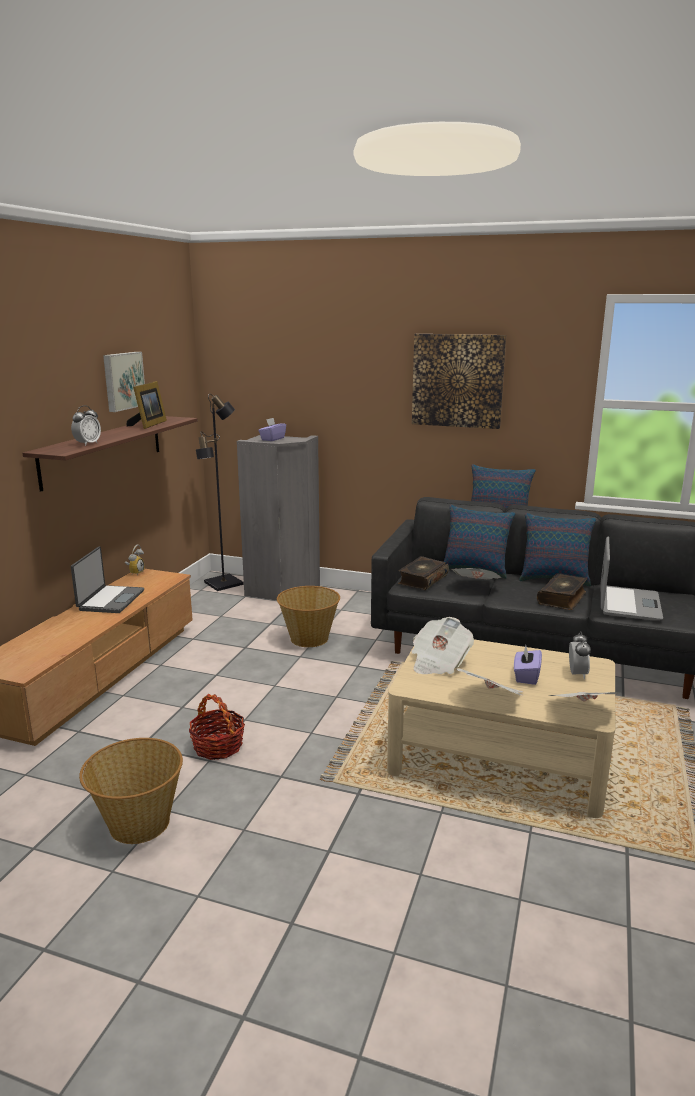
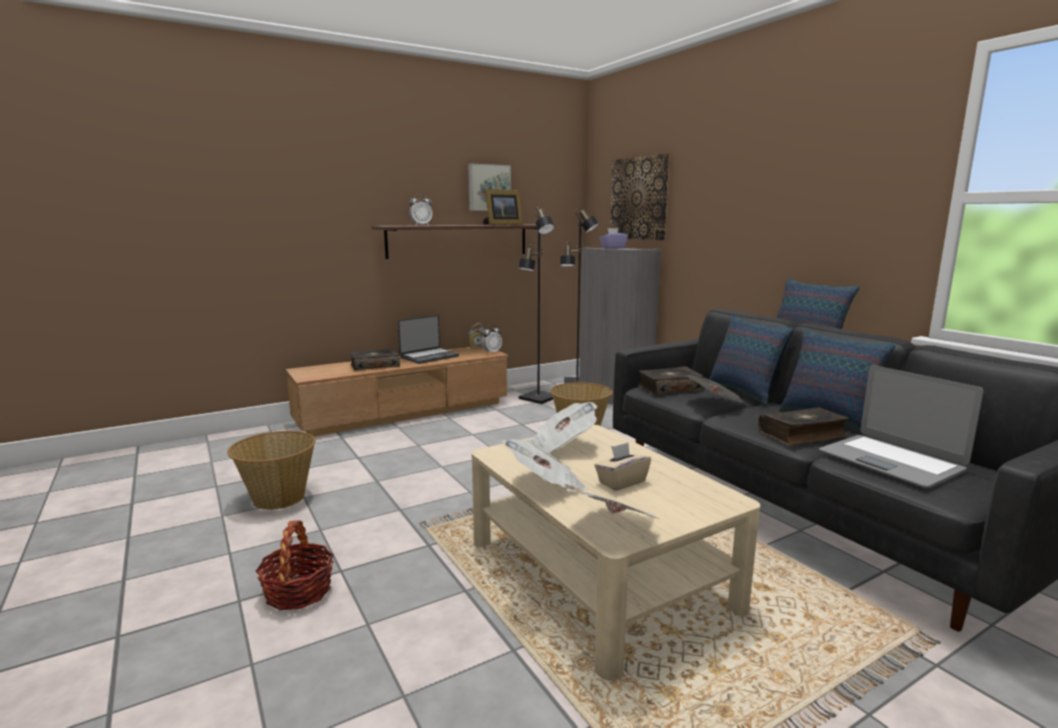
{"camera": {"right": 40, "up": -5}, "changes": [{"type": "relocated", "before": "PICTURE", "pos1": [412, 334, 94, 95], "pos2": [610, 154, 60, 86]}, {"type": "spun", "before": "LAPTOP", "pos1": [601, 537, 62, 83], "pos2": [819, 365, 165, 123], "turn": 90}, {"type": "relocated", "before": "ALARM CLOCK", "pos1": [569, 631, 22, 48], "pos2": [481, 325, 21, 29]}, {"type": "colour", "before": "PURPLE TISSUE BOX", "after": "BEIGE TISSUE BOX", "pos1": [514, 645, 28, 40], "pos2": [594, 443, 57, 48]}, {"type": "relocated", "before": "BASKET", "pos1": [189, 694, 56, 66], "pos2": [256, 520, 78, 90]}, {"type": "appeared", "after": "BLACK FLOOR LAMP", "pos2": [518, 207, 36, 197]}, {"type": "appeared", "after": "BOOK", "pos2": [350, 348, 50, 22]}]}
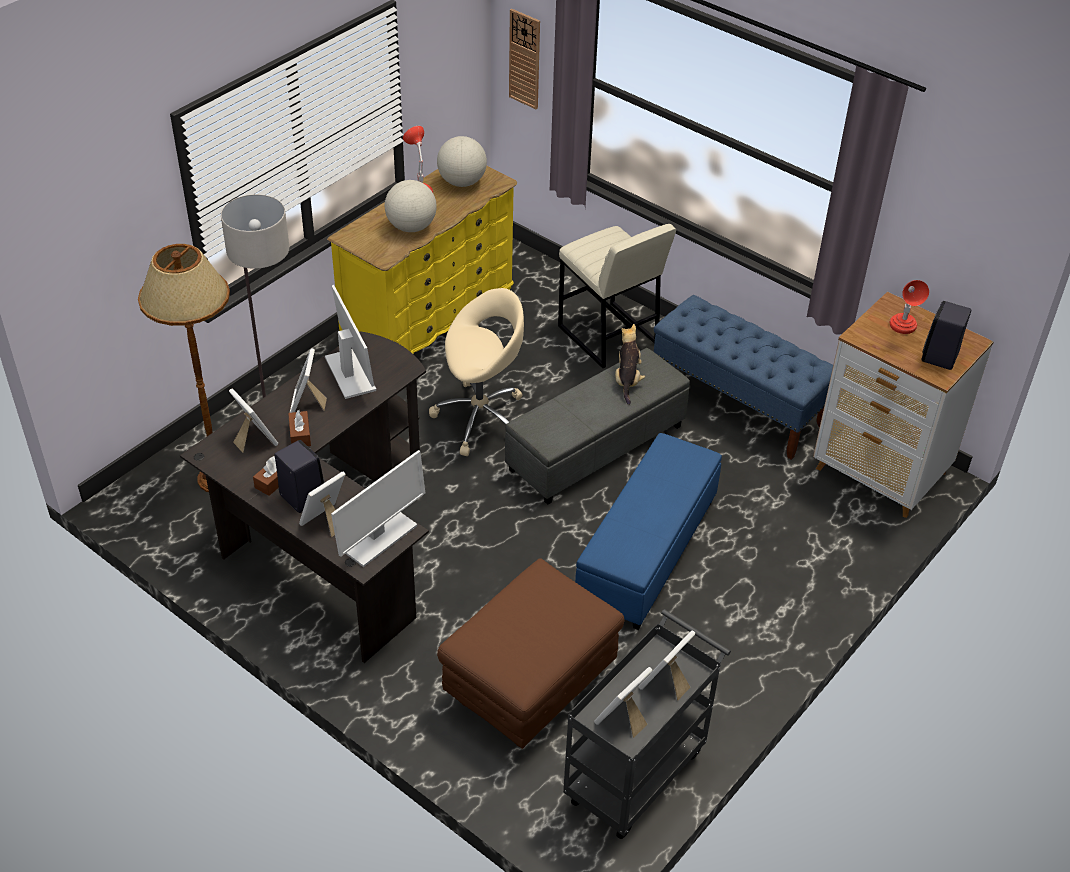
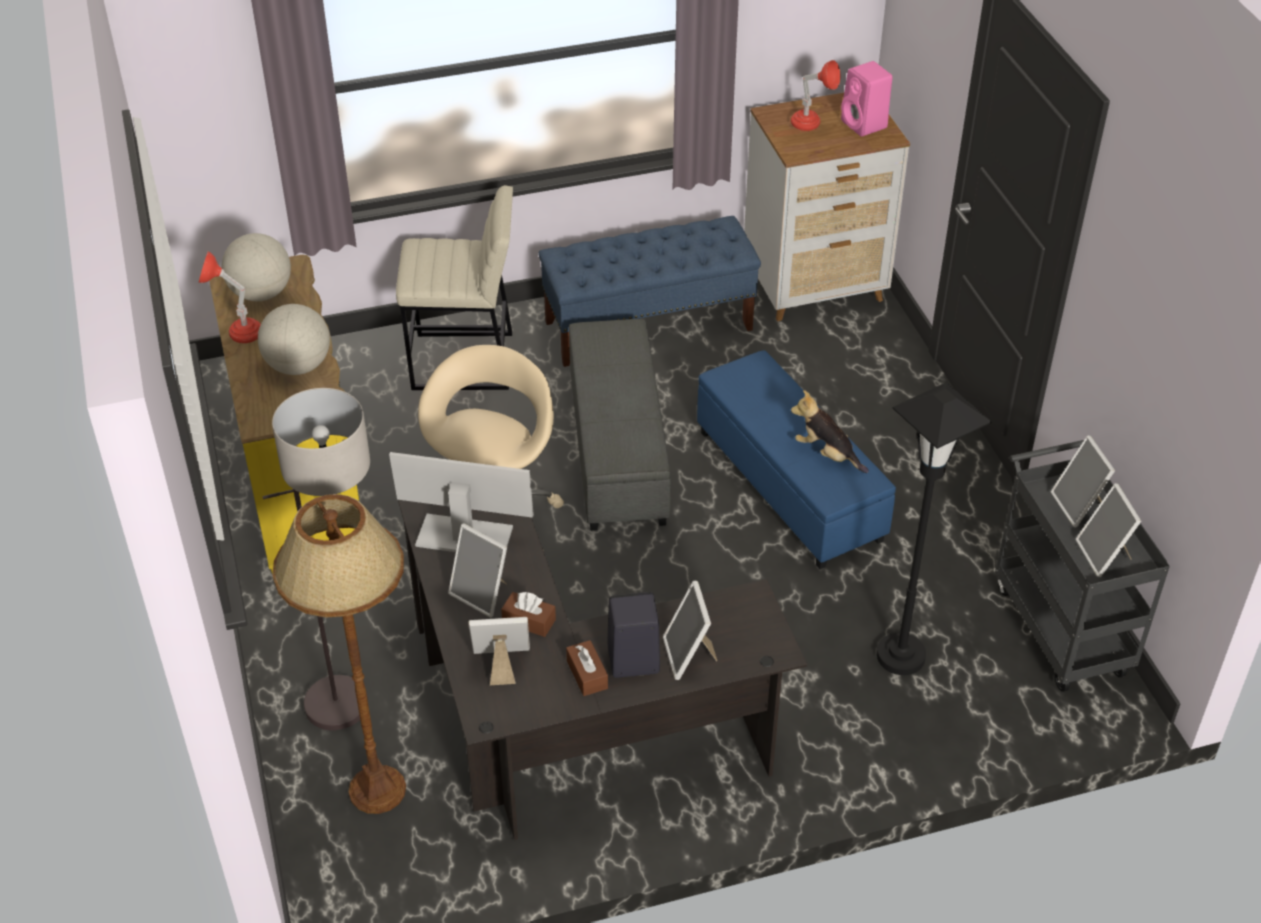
{"camera": {"right": -55, "up": 0}, "changes": [{"type": "missing", "before": "WALL CLOCK", "pos1": [509, 9, 31, 100]}, {"type": "colour", "before": "BLACK SPEAKER", "after": "PINK SPEAKER", "pos1": [922, 301, 49, 69], "pos2": [841, 61, 52, 75]}, {"type": "relocated", "before": "PLUSH TOY", "pos1": [615, 324, 30, 81], "pos2": [791, 390, 78, 83]}, {"type": "missing", "before": "MONITOR", "pos1": [331, 450, 94, 117]}, {"type": "exchanged", "before": "BROWN OTTOMAN", "after": "BLACK FLOOR LAMP", "pos1": [437, 558, 187, 191], "pos2": [877, 382, 115, 293]}]}
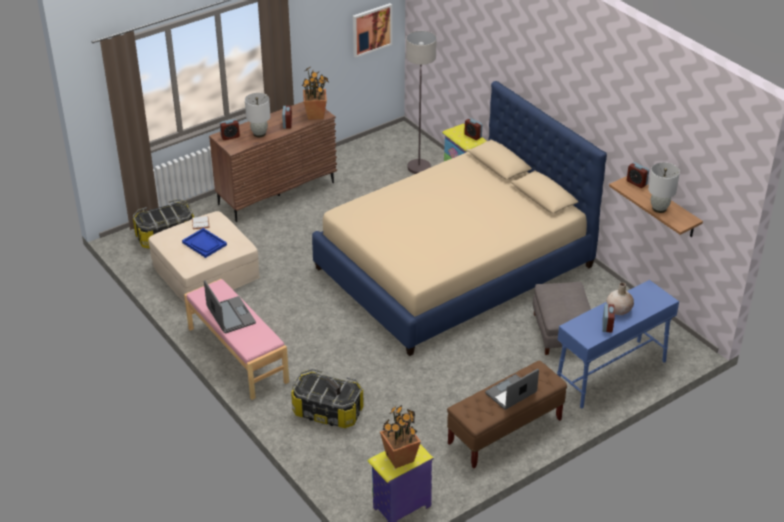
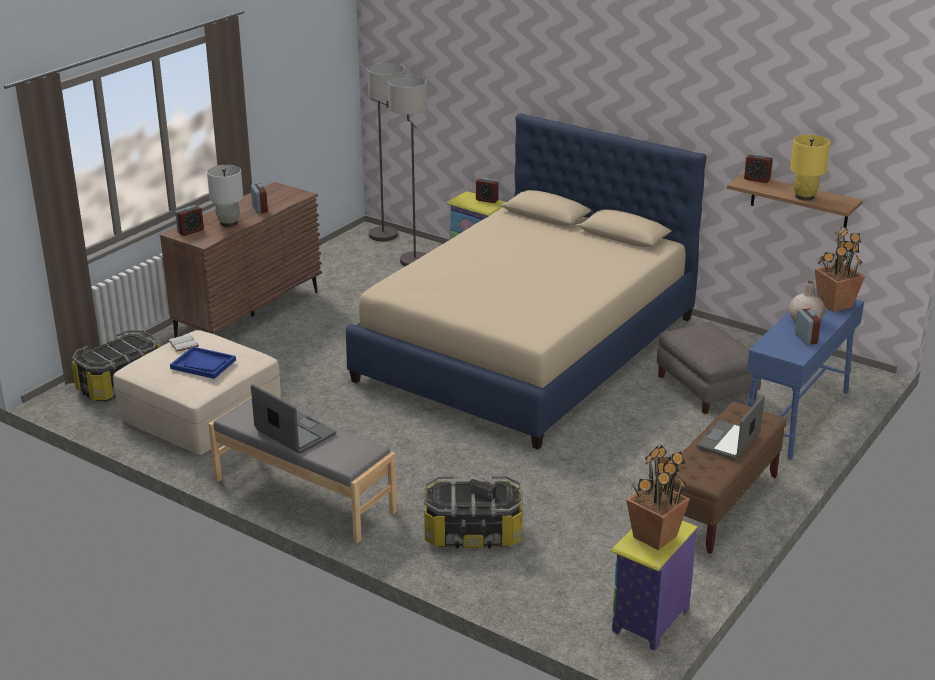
{"camera": {"right": -20, "up": -10}, "changes": [{"type": "missing", "before": "PICTURE", "pos1": [353, 3, 39, 55]}, {"type": "relocated", "before": "POTTED PLANT", "pos1": [302, 66, 27, 54], "pos2": [815, 227, 50, 85]}, {"type": "colour", "before": "WHITE TABLE LAMP", "after": "YELLOW TABLE LAMP", "pos1": [648, 162, 32, 51], "pos2": [790, 135, 40, 65]}, {"type": "colour", "before": "PINK BENCH", "after": "GREY BENCH", "pos1": [184, 279, 105, 121], "pos2": [208, 397, 189, 147]}, {"type": "appeared", "after": "GREY FLOOR LAMP", "pos2": [367, 63, 39, 178]}]}
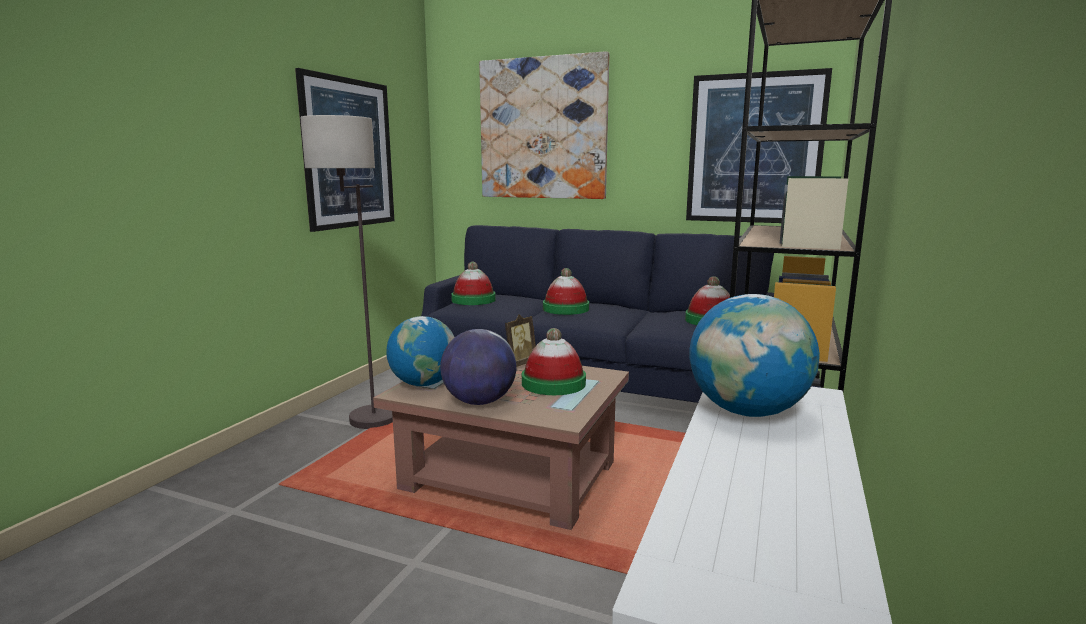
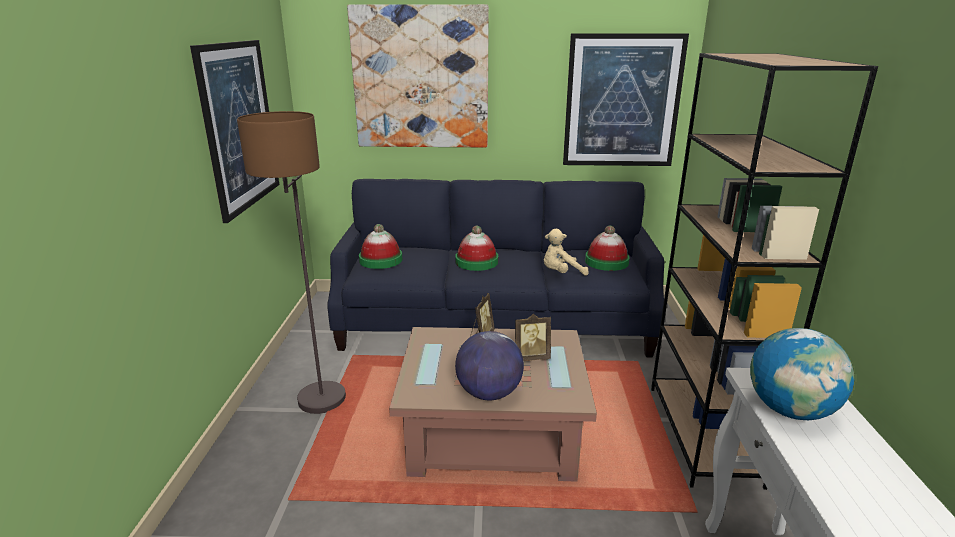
{"camera": {"right": -20, "up": 10}, "changes": [{"type": "colour", "before": "GREY FLOOR LAMP", "after": "BROWN FLOOR LAMP", "pos1": [301, 115, 92, 314], "pos2": [237, 111, 109, 303]}, {"type": "missing", "before": "GLOBE", "pos1": [386, 316, 69, 70]}, {"type": "exchanged", "before": "HAT", "after": "PICTURE FRAME", "pos1": [522, 328, 64, 67], "pos2": [515, 314, 36, 47]}, {"type": "appeared", "after": "BEIGE PLUSH TOY", "pos2": [544, 229, 45, 47]}]}
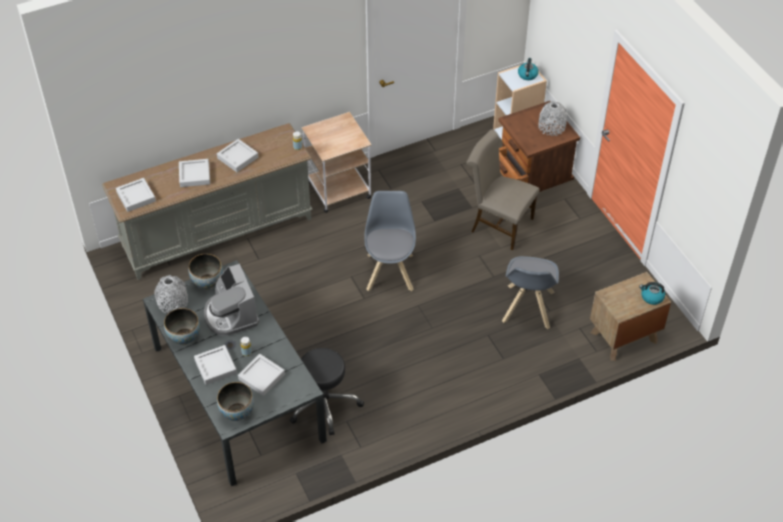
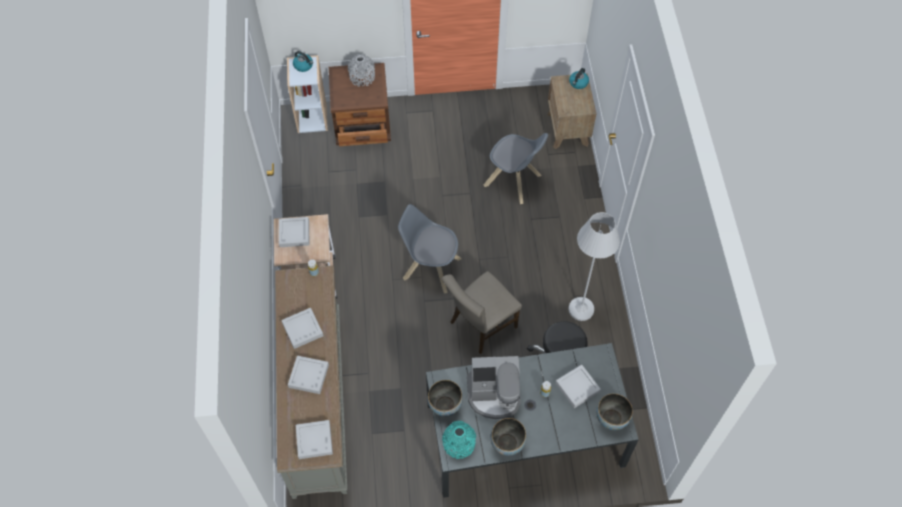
{"camera": {"right": -70, "up": 10}, "changes": [{"type": "relocated", "before": "BEIGE CHAIR", "pos1": [466, 129, 73, 121], "pos2": [441, 271, 81, 83]}, {"type": "colour", "before": "GREY VASE", "after": "TURQUOISE VASE", "pos1": [154, 275, 34, 38], "pos2": [442, 421, 34, 38]}, {"type": "relocated", "before": "GREY TRAY", "pos1": [194, 345, 43, 40], "pos2": [279, 217, 30, 30]}, {"type": "appeared", "after": "WHITE FLOOR LAMP", "pos2": [568, 212, 52, 109]}]}
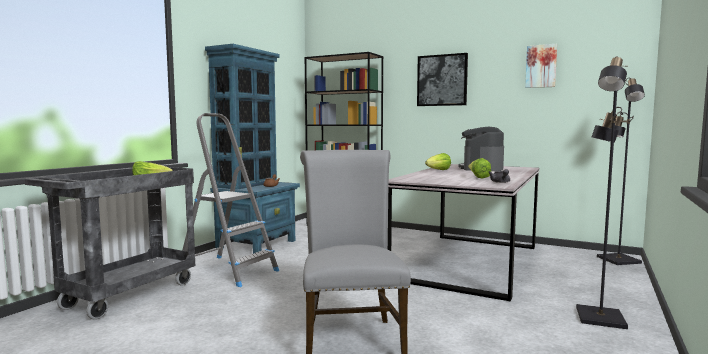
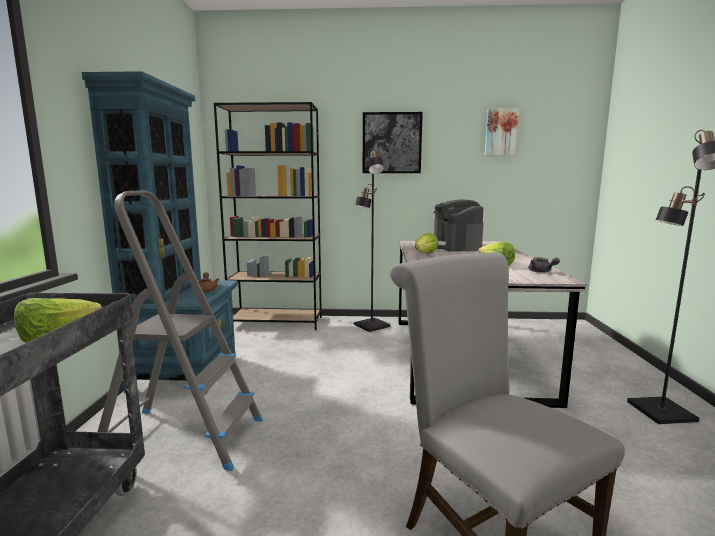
{"camera": {"right": -25, "up": 5}, "changes": [{"type": "relocated", "before": "BLACK FLOOR LAMP", "pos1": [597, 78, 48, 187], "pos2": [354, 150, 36, 182]}]}
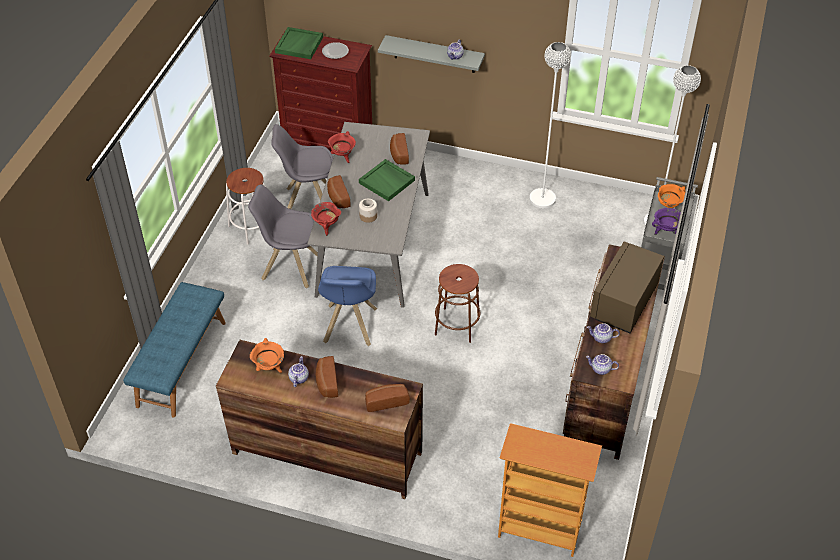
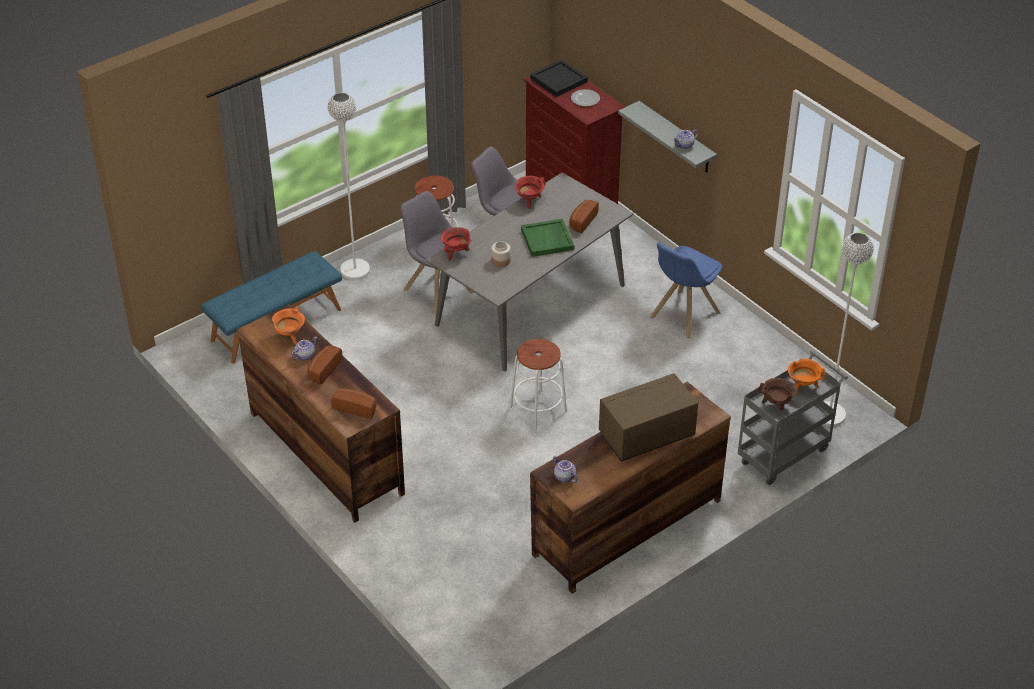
{"camera": {"right": 35, "up": -5}, "changes": [{"type": "colour", "before": "GREEN TRAY", "after": "BLACK TRAY", "pos1": [275, 27, 48, 32], "pos2": [530, 60, 58, 37]}, {"type": "relocated", "before": "WHITE FLOOR LAMP", "pos1": [529, 42, 42, 166], "pos2": [328, 93, 42, 187]}, {"type": "missing", "before": "BREAD", "pos1": [327, 175, 24, 33]}, {"type": "colour", "before": "PURPLE COOKING POT", "after": "BROWN COOKING POT", "pos1": [652, 208, 29, 27], "pos2": [758, 378, 39, 32]}, {"type": "colour", "before": "BROWN STOOL", "after": "WHITE STOOL", "pos1": [435, 264, 45, 79], "pos2": [510, 339, 57, 91]}, {"type": "relocated", "before": "BLUE CHAIR", "pos1": [318, 266, 59, 80], "pos2": [650, 242, 73, 96]}, {"type": "missing", "before": "TEAPOT", "pos1": [587, 323, 33, 20]}, {"type": "missing", "before": "BOOKCASE", "pos1": [498, 423, 104, 134]}]}
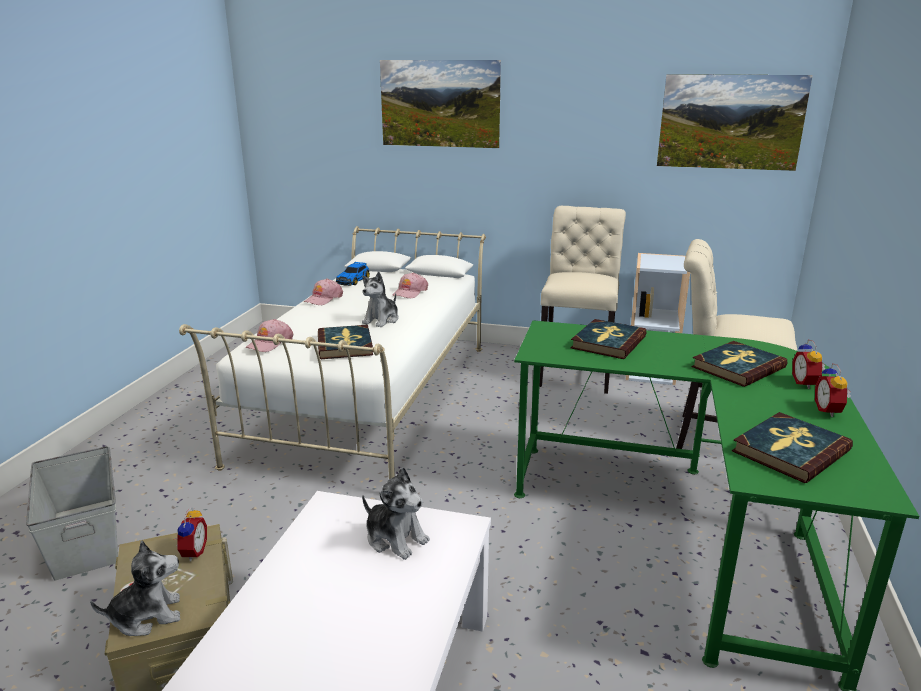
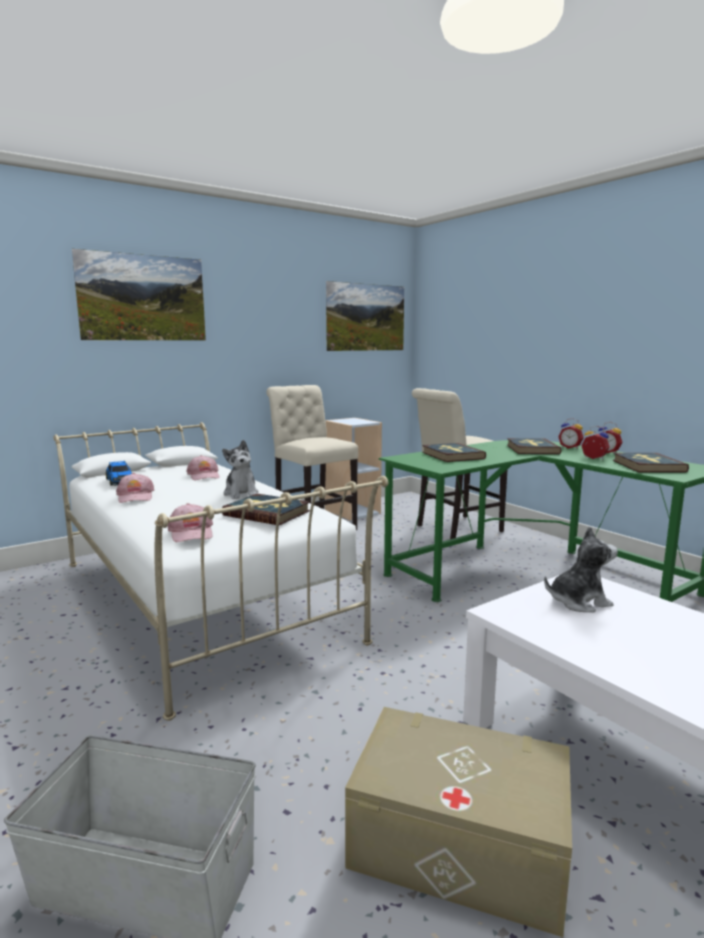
{"camera": {"right": -50, "up": -10}, "changes": [{"type": "relocated", "before": "ALARM CLOCK", "pos1": [174, 507, 33, 55], "pos2": [581, 426, 29, 33]}, {"type": "missing", "before": "PLUSH TOY", "pos1": [90, 541, 90, 95]}]}
